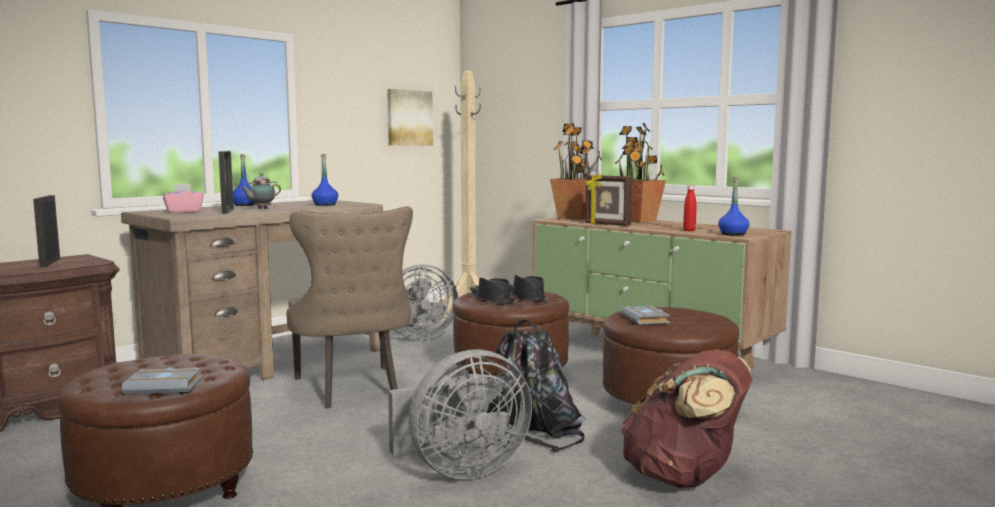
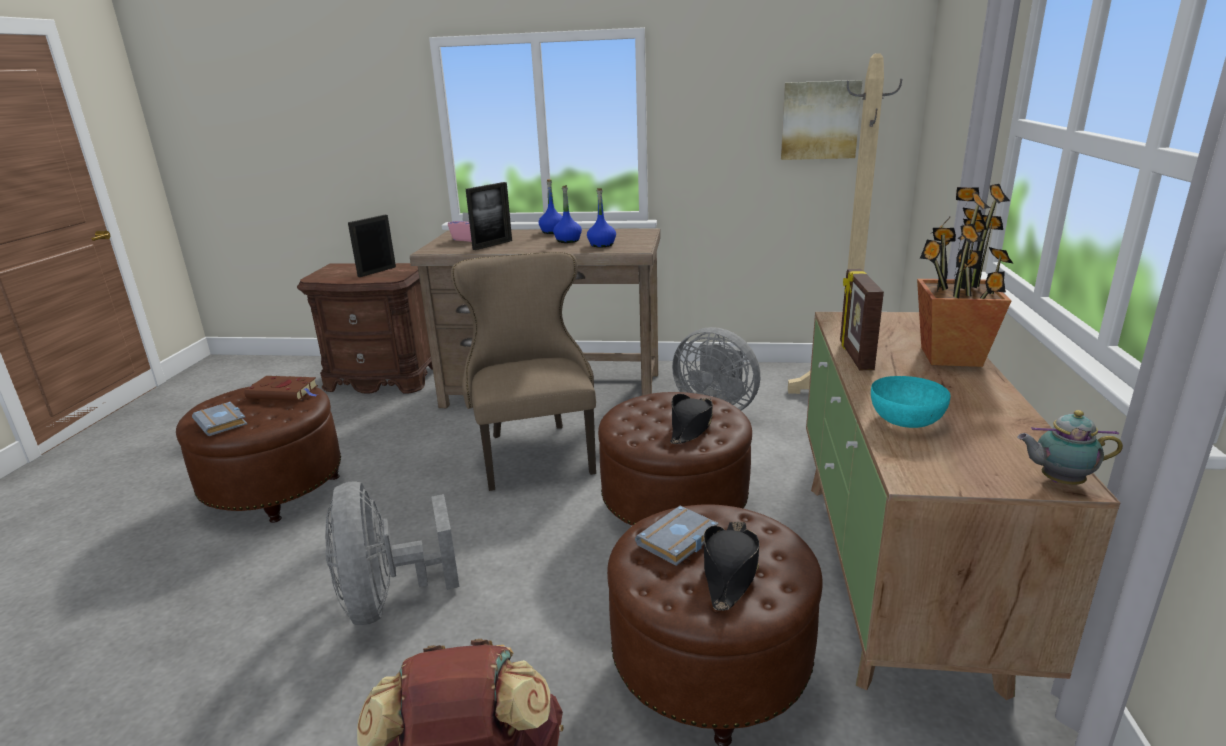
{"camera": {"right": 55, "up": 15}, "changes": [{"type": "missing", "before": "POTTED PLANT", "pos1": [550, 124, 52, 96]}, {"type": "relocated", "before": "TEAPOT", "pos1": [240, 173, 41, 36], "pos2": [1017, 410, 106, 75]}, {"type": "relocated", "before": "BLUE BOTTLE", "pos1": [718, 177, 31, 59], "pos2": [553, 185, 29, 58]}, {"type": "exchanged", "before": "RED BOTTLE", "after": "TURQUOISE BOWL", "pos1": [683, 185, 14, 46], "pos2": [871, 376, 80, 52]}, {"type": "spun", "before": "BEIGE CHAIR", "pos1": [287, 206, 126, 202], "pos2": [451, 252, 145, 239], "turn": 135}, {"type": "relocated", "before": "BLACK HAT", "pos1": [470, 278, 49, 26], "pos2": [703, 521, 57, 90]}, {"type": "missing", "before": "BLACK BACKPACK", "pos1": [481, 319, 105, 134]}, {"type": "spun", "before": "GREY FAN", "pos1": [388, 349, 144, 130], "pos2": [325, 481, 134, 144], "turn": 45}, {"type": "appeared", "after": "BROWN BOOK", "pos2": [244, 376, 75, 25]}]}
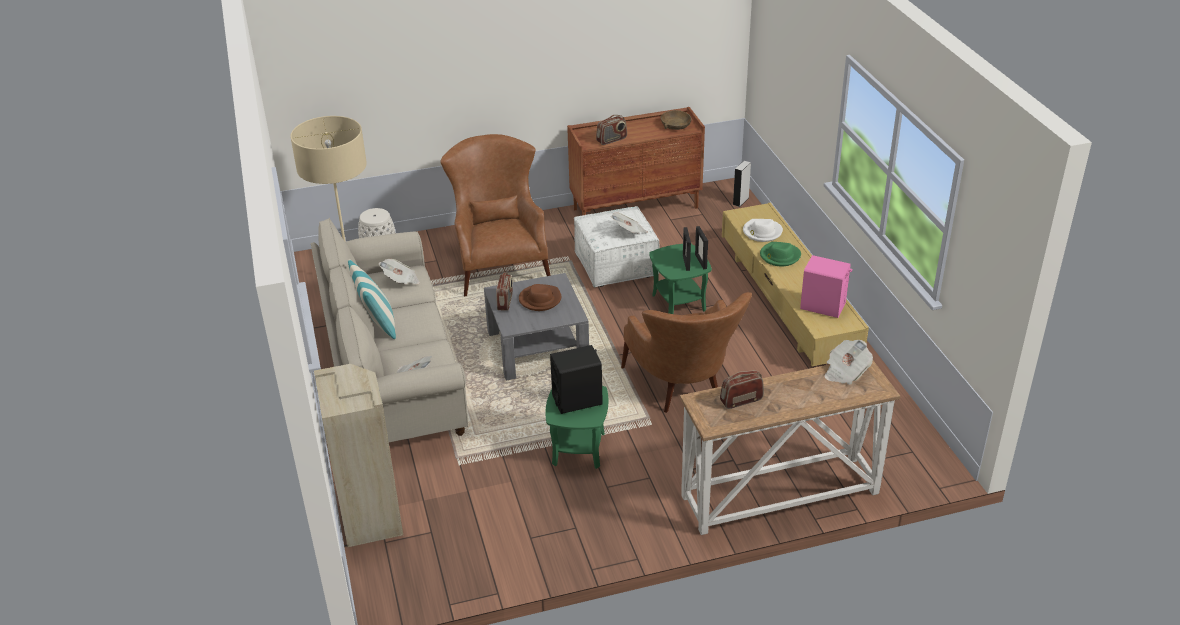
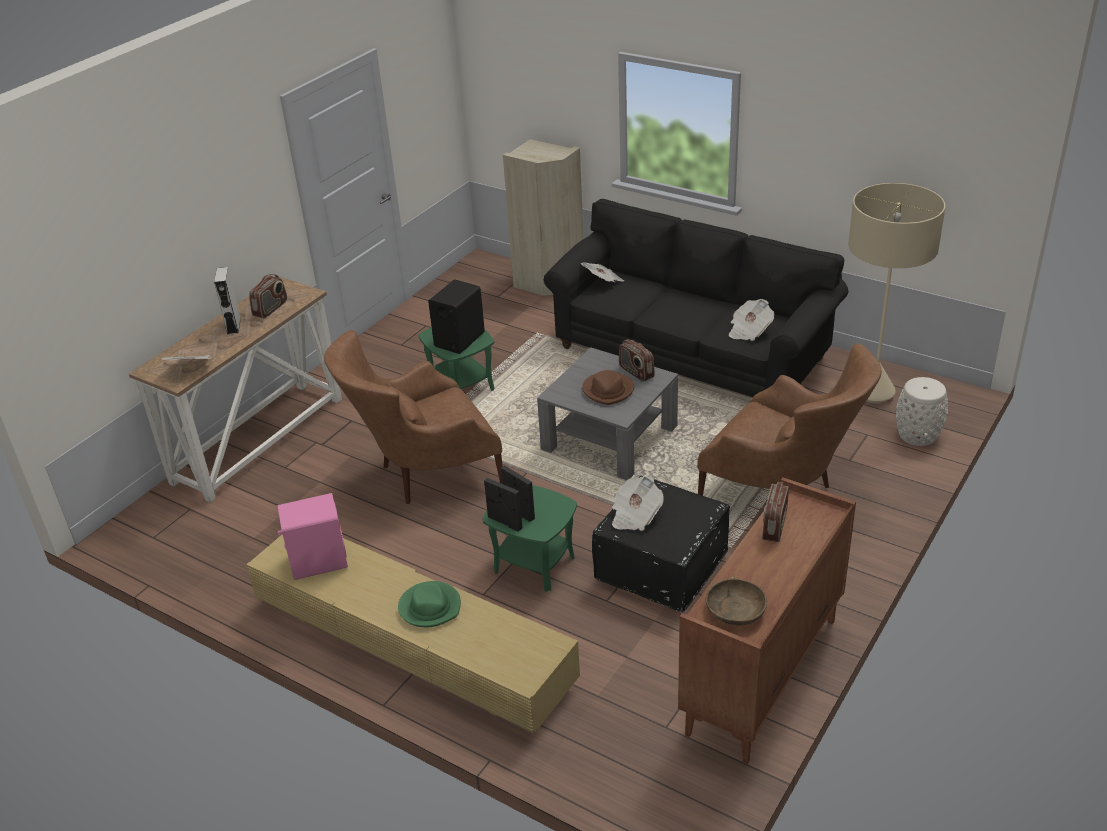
{"camera": {"right": 140, "up": 0}, "changes": [{"type": "relocated", "before": "GREY SPEAKER", "pos1": [733, 161, 18, 46], "pos2": [214, 267, 27, 67]}, {"type": "colour", "before": "WHITE OTTOMAN", "after": "BLACK OTTOMAN", "pos1": [574, 206, 86, 81], "pos2": [592, 476, 138, 136]}, {"type": "colour", "before": "BEIGE SOFA", "after": "BLACK SOFA", "pos1": [311, 218, 157, 224], "pos2": [544, 199, 304, 198]}, {"type": "missing", "before": "WHITE HAT", "pos1": [743, 219, 40, 23]}, {"type": "missing", "before": "PILLOW", "pos1": [348, 259, 48, 80]}, {"type": "spun", "before": "BROWN ARMCHAIR", "pos1": [621, 292, 131, 121], "pos2": [324, 330, 179, 174], "turn": -60}]}
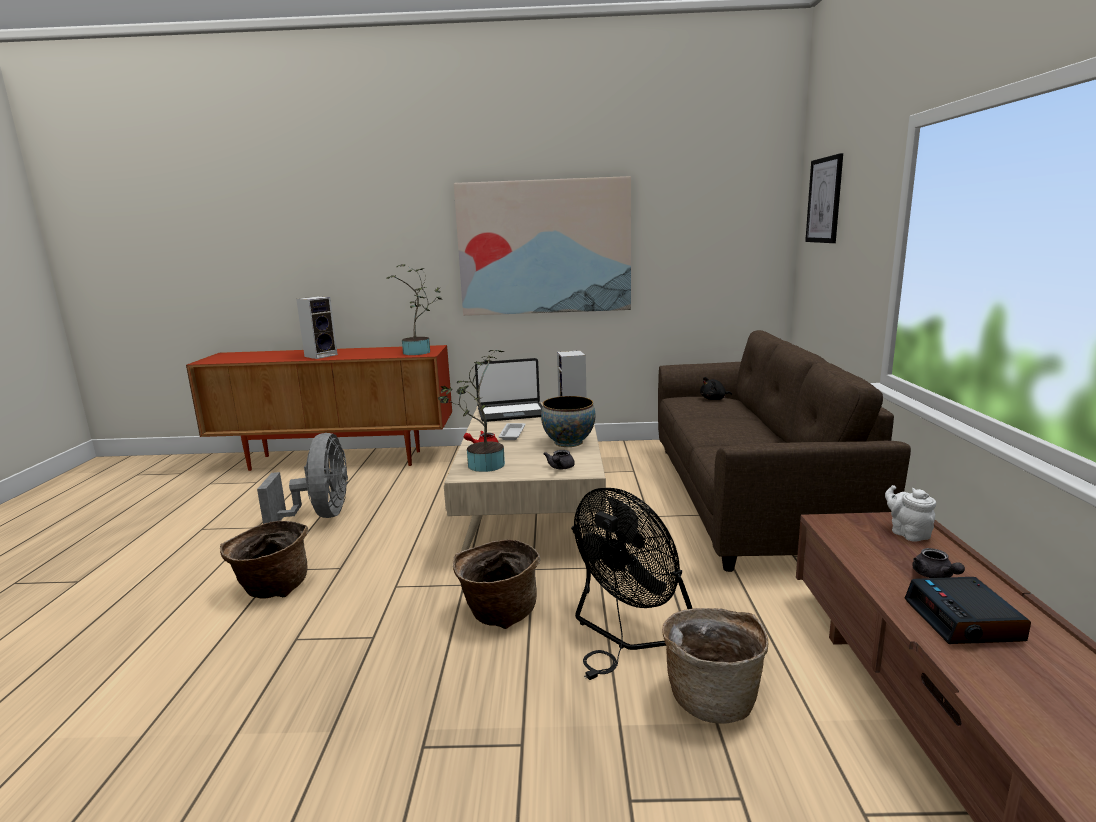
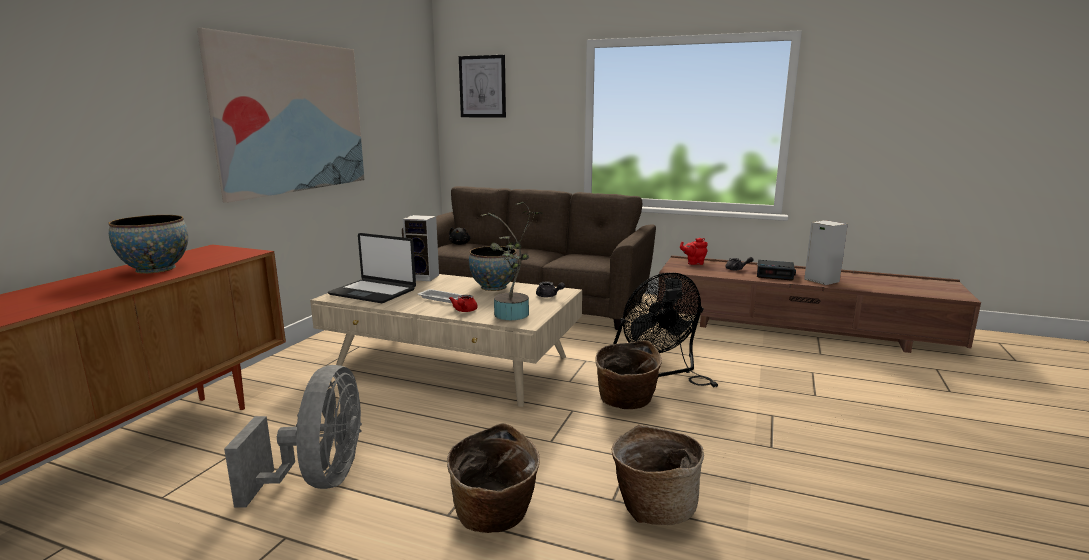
{"camera": {"right": -70, "up": 0}, "changes": [{"type": "missing", "before": "POTTED PLANT", "pos1": [386, 264, 56, 91]}, {"type": "relocated", "before": "SPEAKER", "pos1": [296, 296, 42, 63], "pos2": [804, 220, 44, 65]}, {"type": "spun", "before": "LAPTOP", "pos1": [475, 358, 68, 64], "pos2": [328, 233, 88, 70], "turn": 105}, {"type": "spun", "before": "GREY FAN", "pos1": [257, 433, 91, 91], "pos2": [224, 365, 138, 142], "turn": 75}, {"type": "colour", "before": "WHITE TEAPOT", "after": "RED TEAPOT", "pos1": [885, 485, 51, 56], "pos2": [680, 238, 28, 27]}, {"type": "relocated", "before": "BASKET", "pos1": [662, 608, 106, 116], "pos2": [611, 424, 93, 101]}, {"type": "appeared", "after": "BOWL", "pos2": [108, 215, 80, 59]}]}
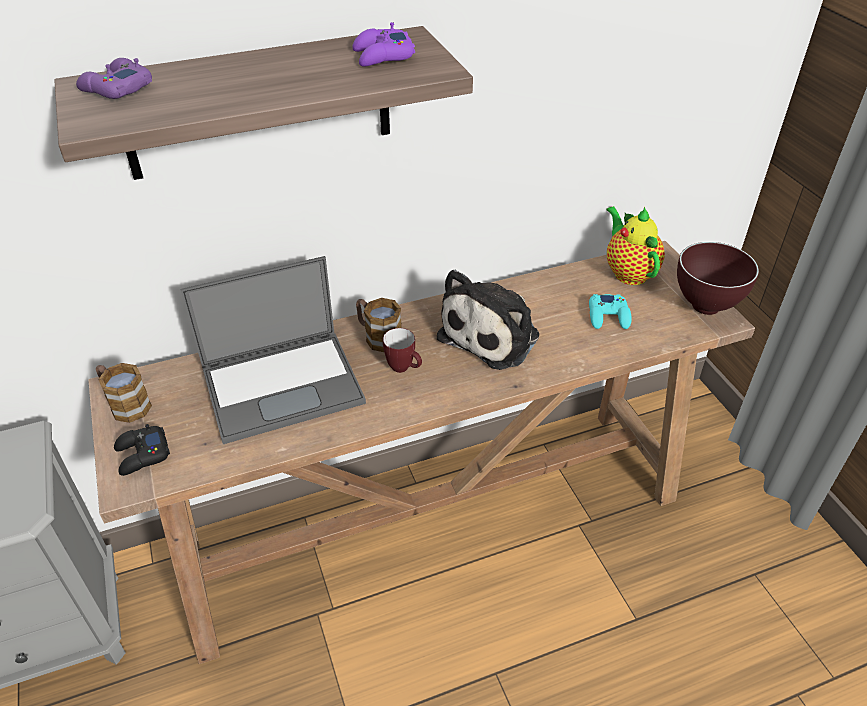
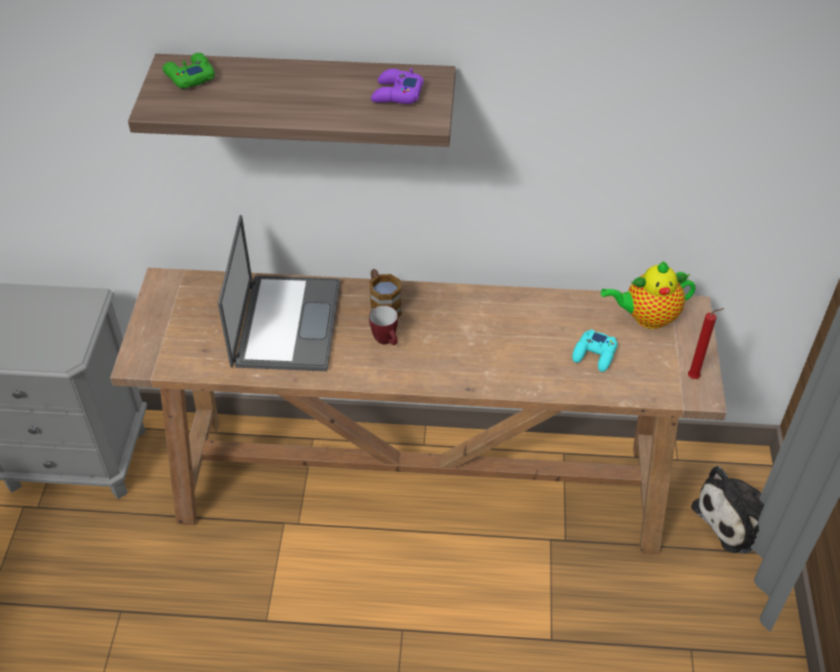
{"camera": {"right": 25, "up": 5}, "changes": [{"type": "colour", "before": "PURPLE GAME CONTROLLER", "after": "GREEN GAME CONTROLLER", "pos1": [76, 58, 76, 41], "pos2": [162, 53, 53, 36]}, {"type": "spun", "before": "TEAPOT", "pos1": [606, 206, 59, 79], "pos2": [601, 261, 95, 68], "turn": -105}, {"type": "exchanged", "before": "BROWN BOWL", "after": "RED CANDLE", "pos1": [677, 242, 82, 73], "pos2": [688, 308, 37, 71]}, {"type": "spun", "before": "LAPTOP", "pos1": [180, 256, 186, 188], "pos2": [218, 215, 122, 156], "turn": -90}, {"type": "relocated", "before": "PLUSH TOY", "pos1": [437, 269, 102, 101], "pos2": [691, 466, 73, 88]}, {"type": "missing", "before": "MUG", "pos1": [96, 363, 56, 60]}, {"type": "missing", "before": "BLACK GAME CONTROLLER", "pos1": [114, 424, 56, 52]}]}
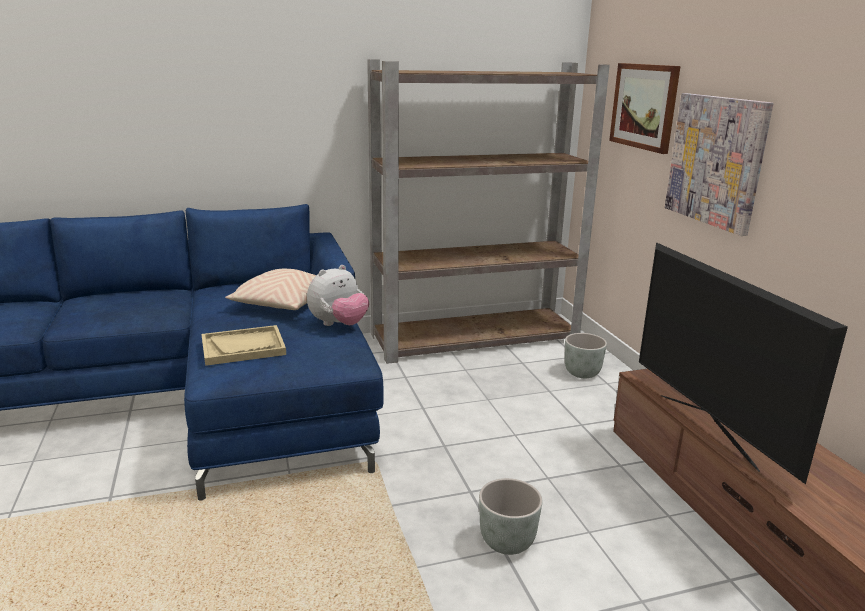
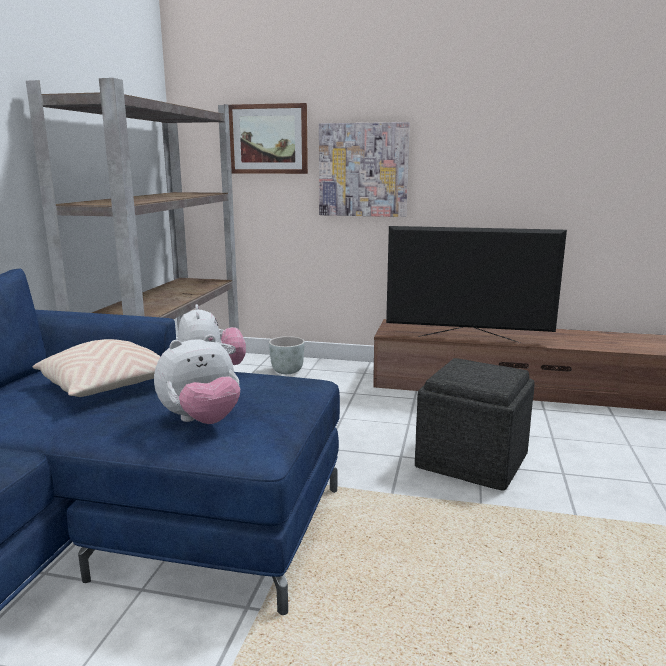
{"camera": {"right": -60, "up": -5}, "changes": [{"type": "exchanged", "before": "BEIGE TRAY", "after": "PLUSH TOY", "pos1": [201, 325, 85, 41], "pos2": [154, 334, 86, 90]}, {"type": "exchanged", "before": "GREY PLANTER", "after": "GREY OTTOMAN", "pos1": [479, 478, 64, 77], "pos2": [415, 358, 120, 133]}]}
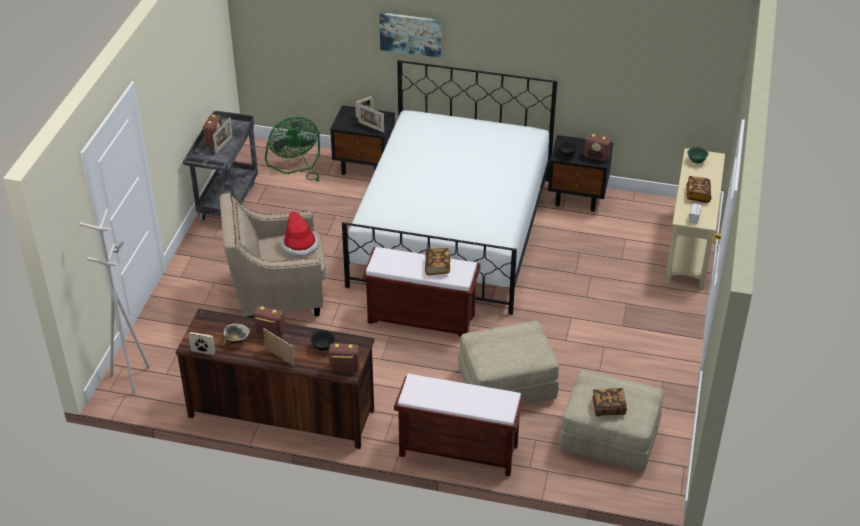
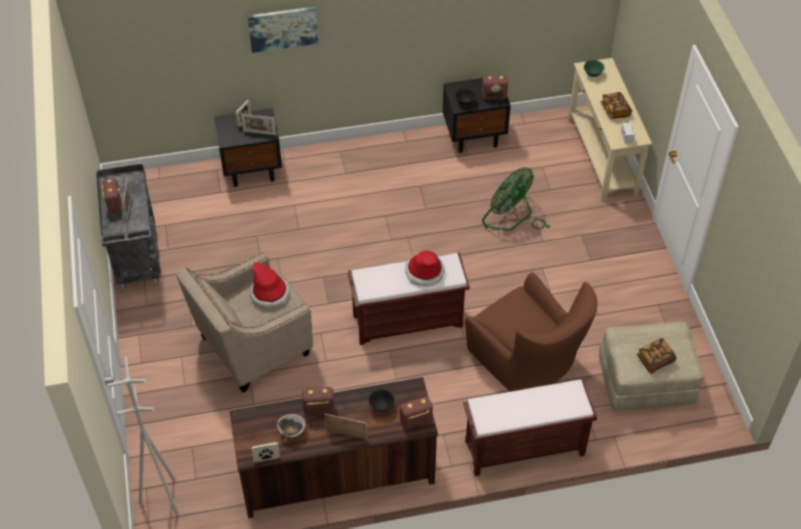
{"camera": {"right": -25, "up": 10}, "changes": [{"type": "missing", "before": "WHITE BED", "pos1": [342, 60, 215, 255]}, {"type": "relocated", "before": "GREEN FAN", "pos1": [265, 117, 55, 65], "pos2": [482, 167, 68, 64]}, {"type": "exchanged", "before": "BOOK", "after": "HAT", "pos1": [425, 248, 26, 28], "pos2": [405, 250, 40, 37]}, {"type": "exchanged", "before": "BEIGE OTTOMAN", "after": "BROWN ARMCHAIR", "pos1": [458, 321, 101, 84], "pos2": [465, 272, 132, 120]}]}
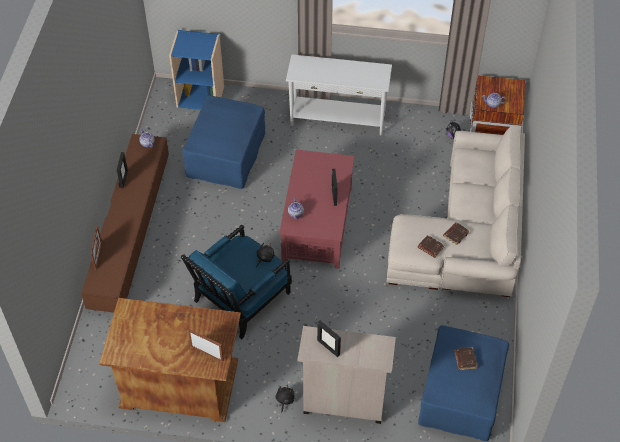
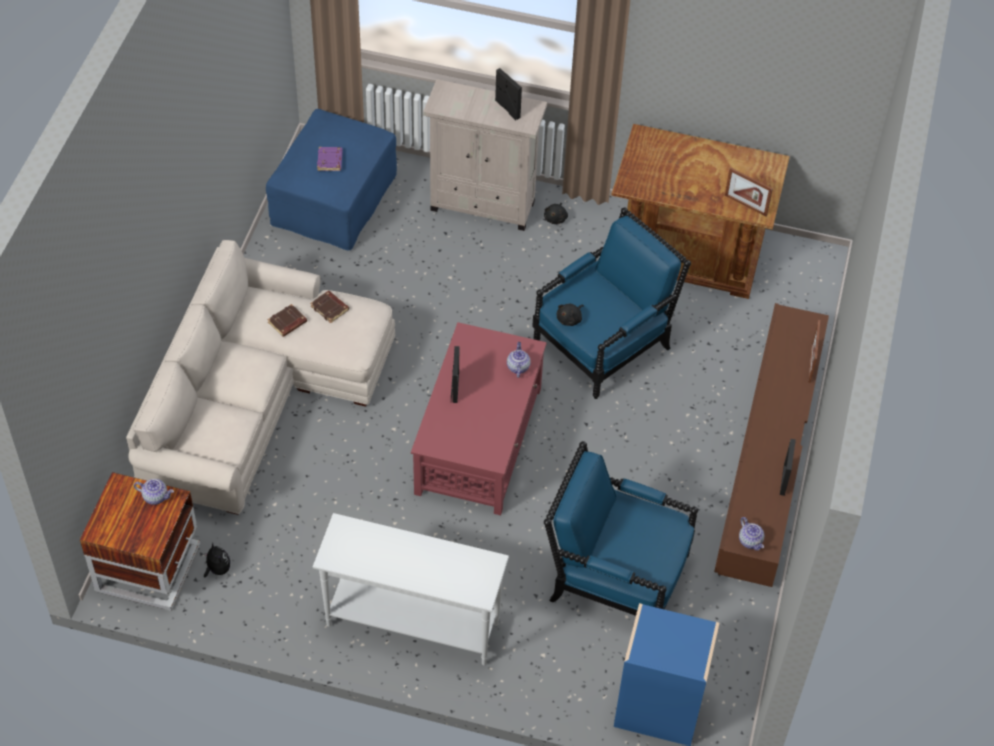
{"camera": {"right": -175, "up": 0}, "changes": [{"type": "exchanged", "before": "BLUE OTTOMAN", "after": "BLUE ARMCHAIR", "pos1": [182, 95, 83, 94], "pos2": [544, 441, 154, 175]}, {"type": "relocated", "before": "PICTURE FRAME", "pos1": [188, 329, 36, 32], "pos2": [725, 167, 48, 49]}, {"type": "colour", "before": "BROWN BOOK", "after": "PURPLE BOOK", "pos1": [454, 347, 24, 23], "pos2": [317, 147, 26, 24]}]}
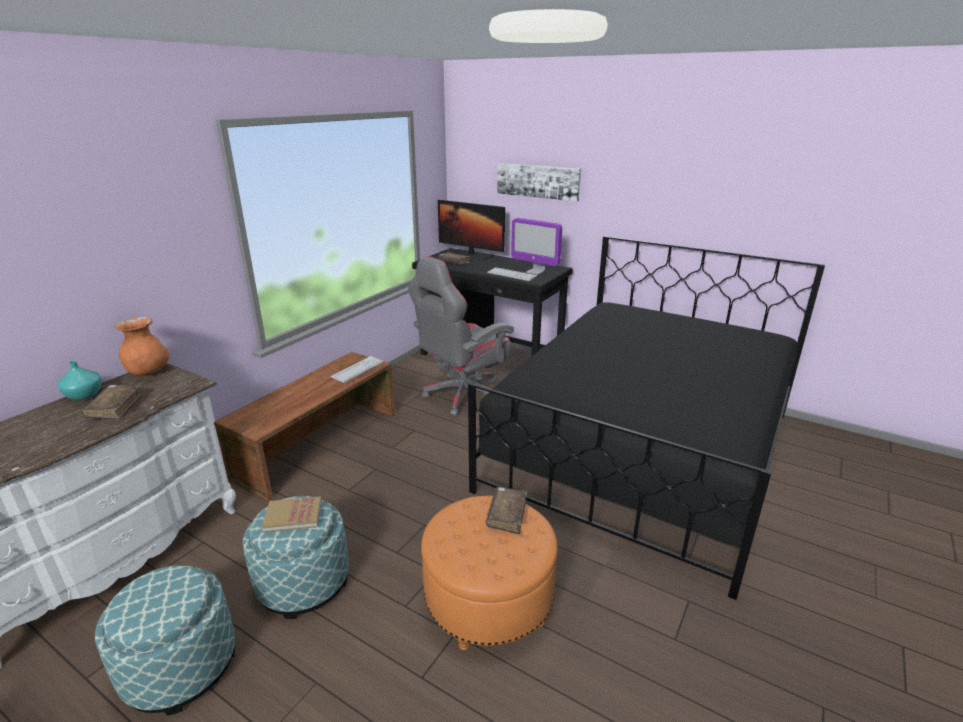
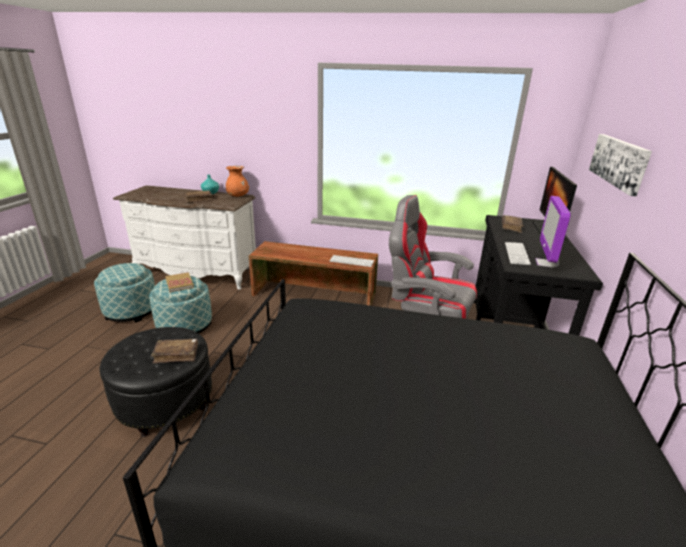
{"camera": {"right": 70, "up": 0}, "changes": [{"type": "colour", "before": "ORANGE OTTOMAN", "after": "BLACK OTTOMAN", "pos1": [421, 496, 137, 154], "pos2": [100, 327, 112, 110]}]}
